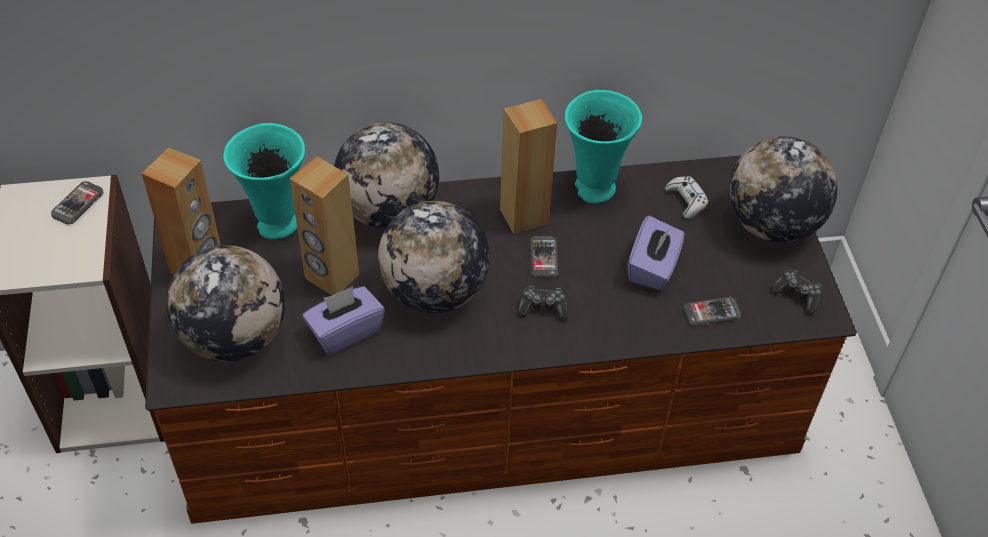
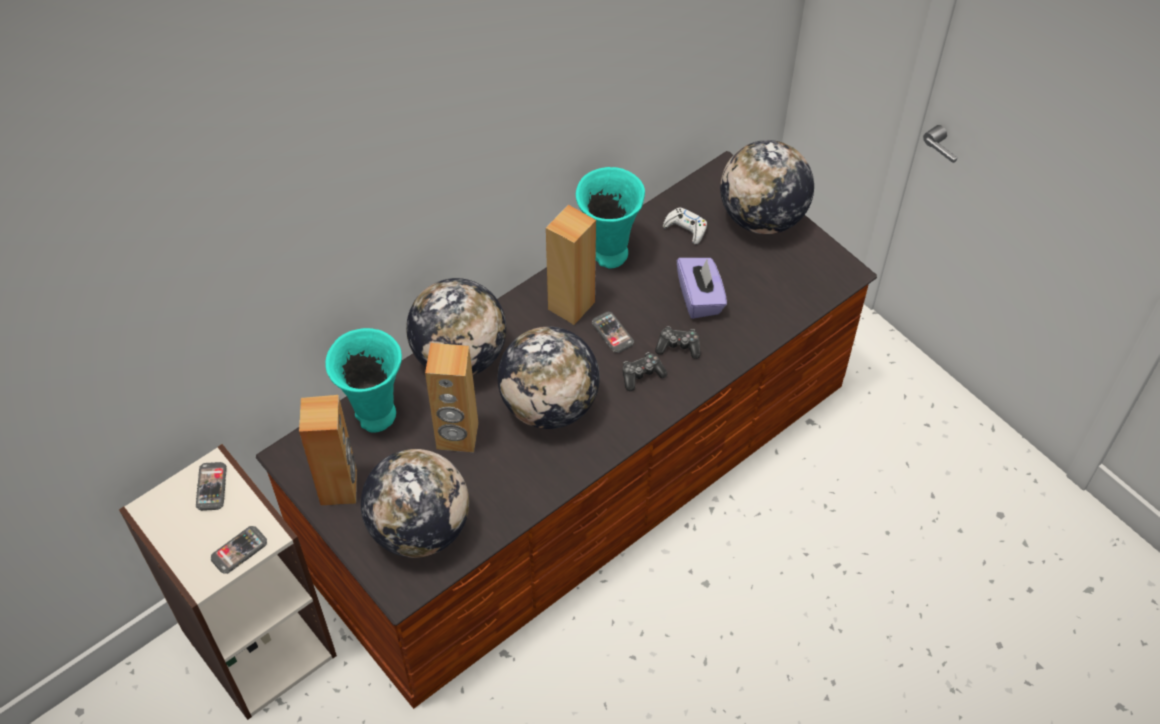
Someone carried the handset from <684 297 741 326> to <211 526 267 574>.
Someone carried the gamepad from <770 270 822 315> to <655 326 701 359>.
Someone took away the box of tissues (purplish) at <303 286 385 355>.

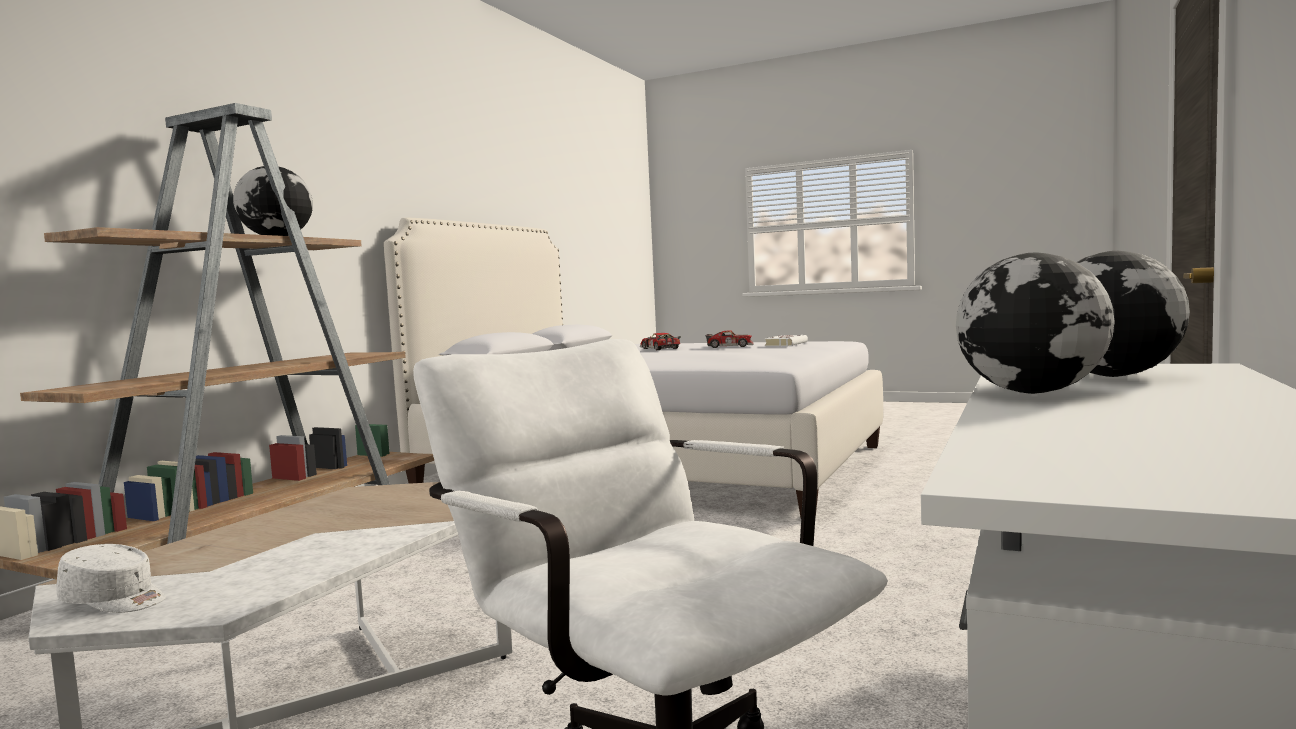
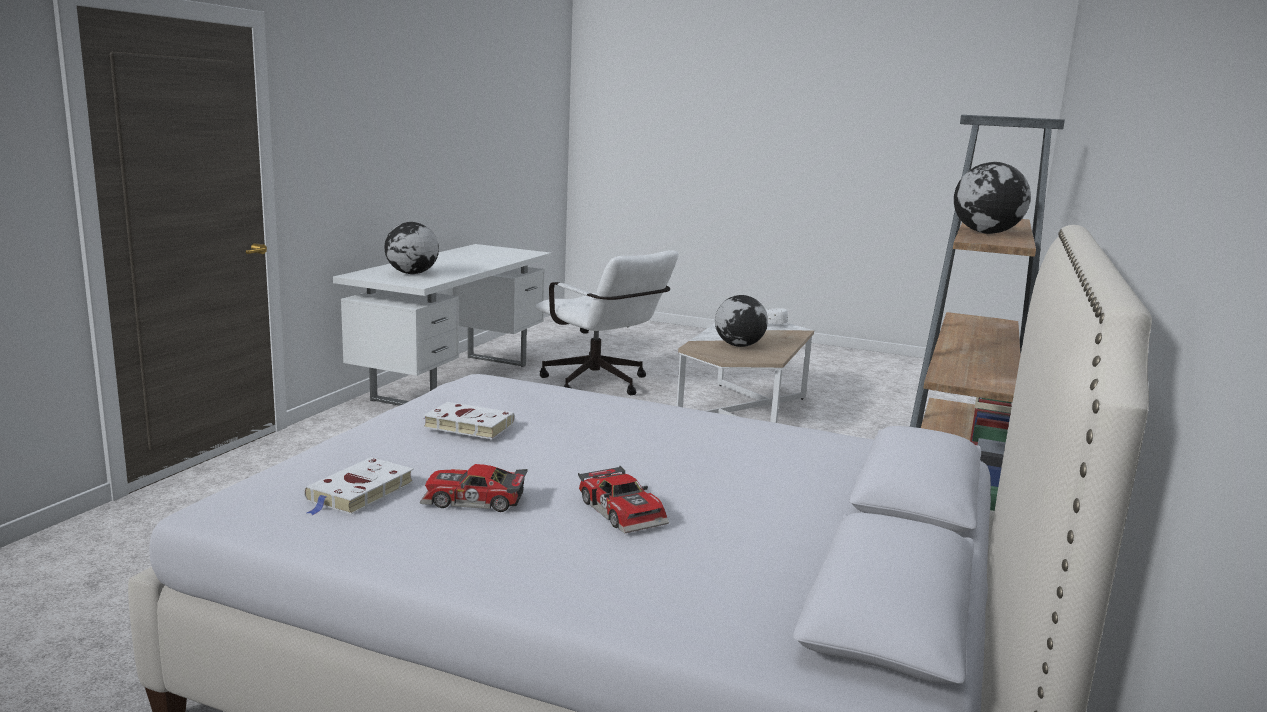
Someone put down the bound book (whitish) at <423 402 515 439>.
Someone carried the globe from <956 252 1115 394> to <715 295 768 347>.

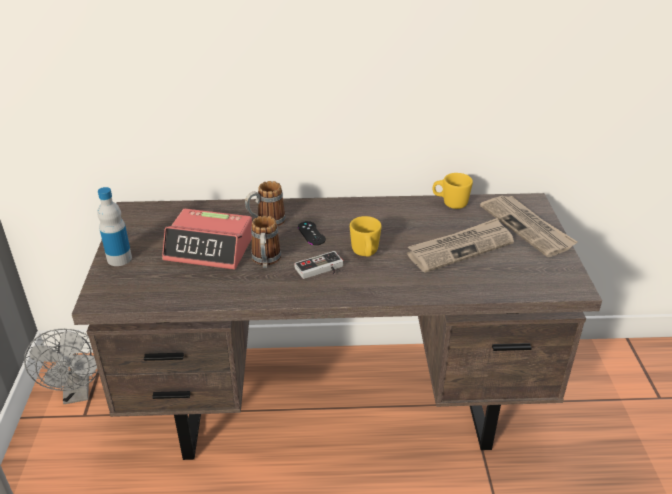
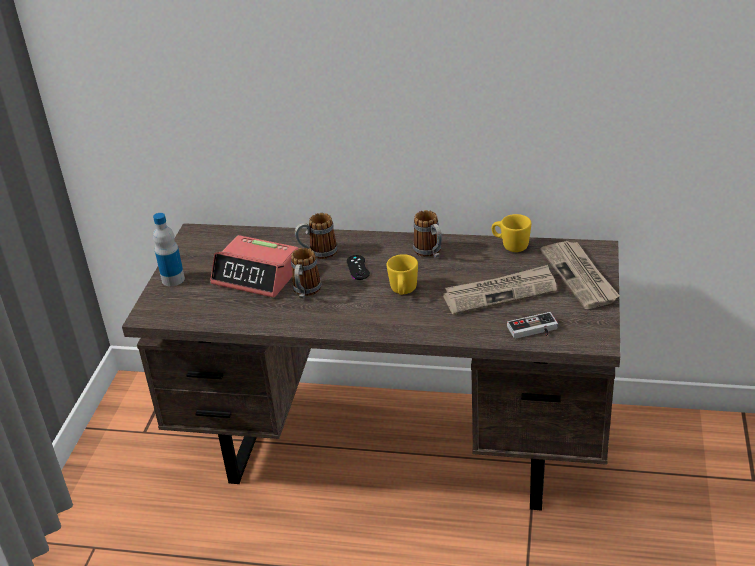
Someone put down the coffee mug at <413 210 442 258>.
Someone carried the gamepad from <294 251 343 279> to <507 312 558 339>.
Someone took away the electric fan (grey) at <24 329 99 404>.

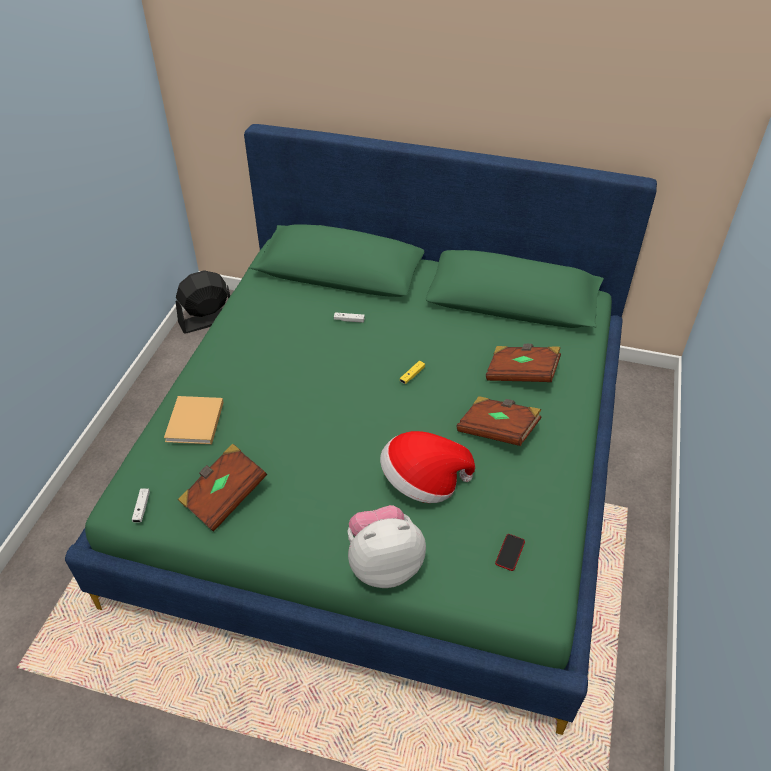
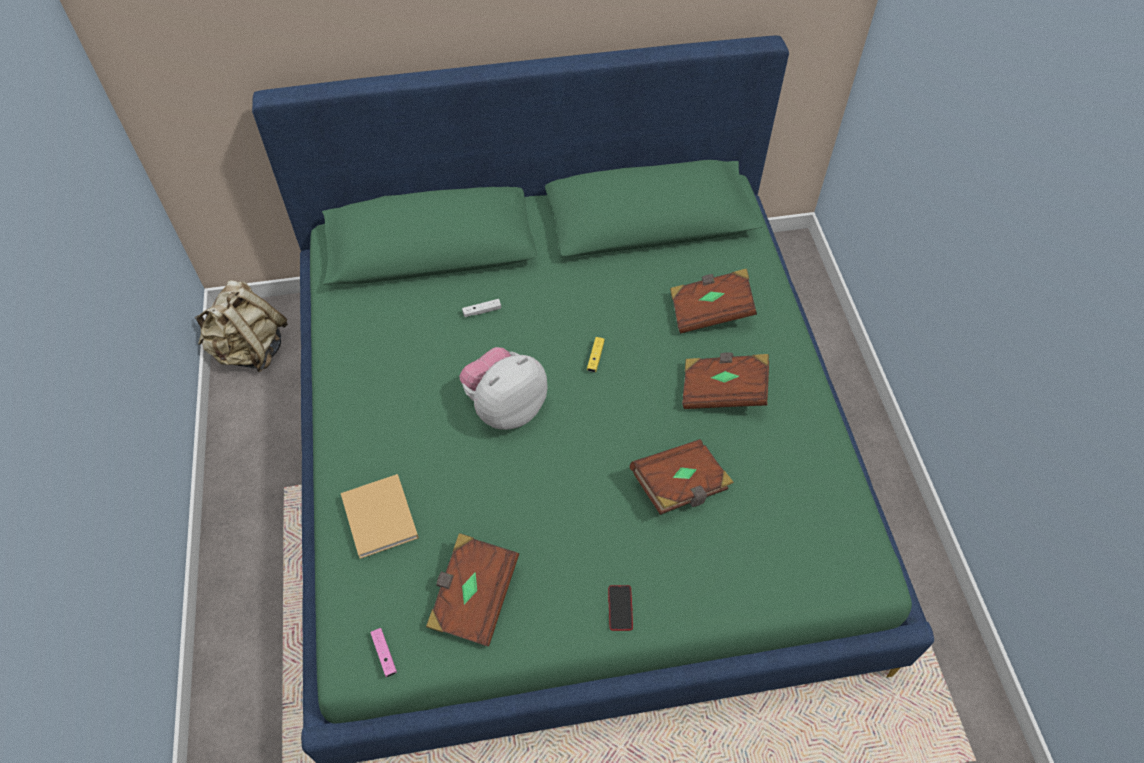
Someone swapped the electric fan (black) at <175 270 230 333> for the backpack (sand-coloured) at <195 280 288 372>.
Someone repainted the gamepad (whitish) at <132 488 150 523>, which became the gamepad (pinkish) at <370 628 397 677>.
Someone carried the cuddly toy from <347 505 426 588> to <459 347 548 430>.
Someone carried the handset from <495 534 525 571> to <608 585 633 631>.
Someone swapped the clothing hat at <380 431 475 503> for the bound book (brown) at <630 439 734 515>.

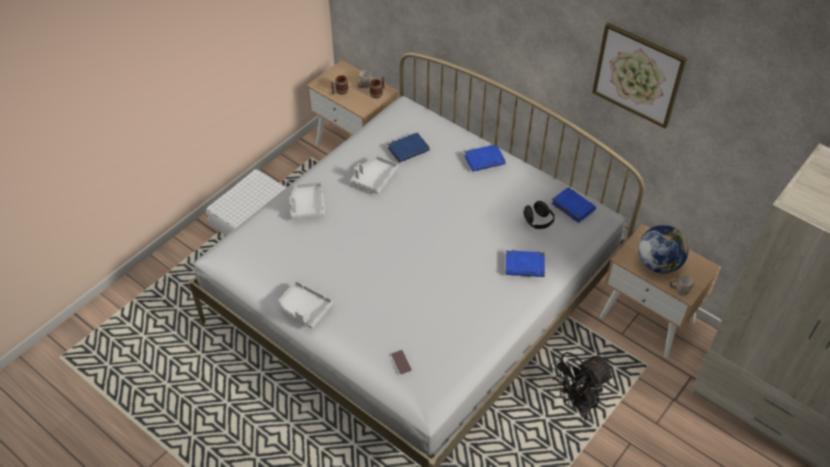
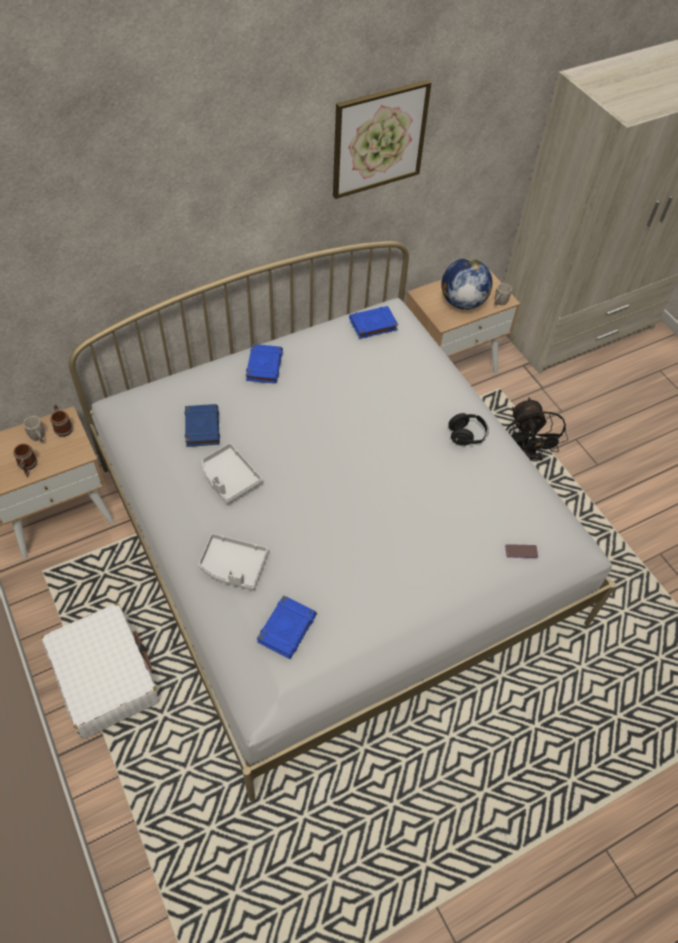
Someone carried the bound book (blue) from <506 250 545 277> to <257 595 317 659>.
Someone carried the headset (black) from <523 201 555 229> to <448 413 489 446>.
Someone took away the tray (grey) at <278 281 333 328>.

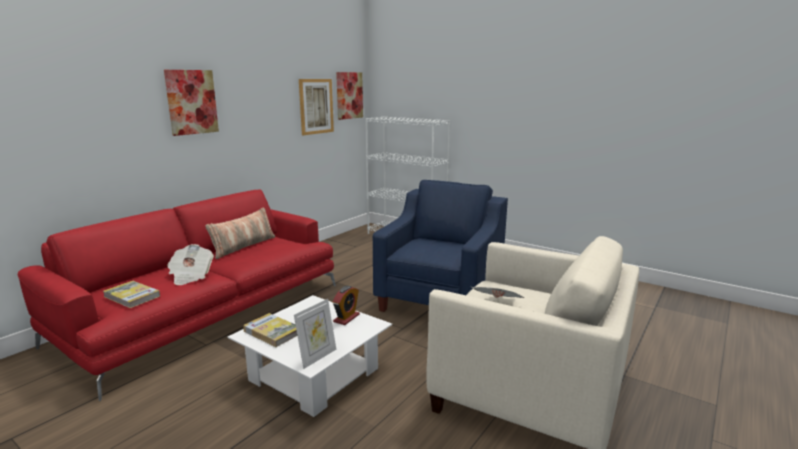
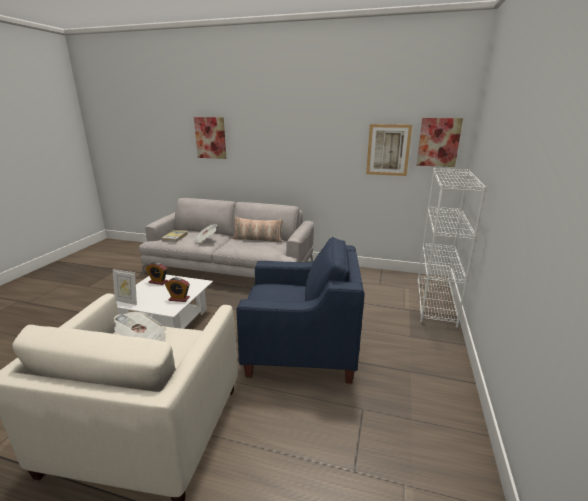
Someone repainted the sofa (reddish) at <18 190 336 401>, which became the sofa (grey) at <139 198 314 278>.
Someone swapped the bound book at <243 313 297 347> for the table clock at <146 262 168 285>.
Someone carried the picture from <164 70 219 136> to <194 117 226 159>.

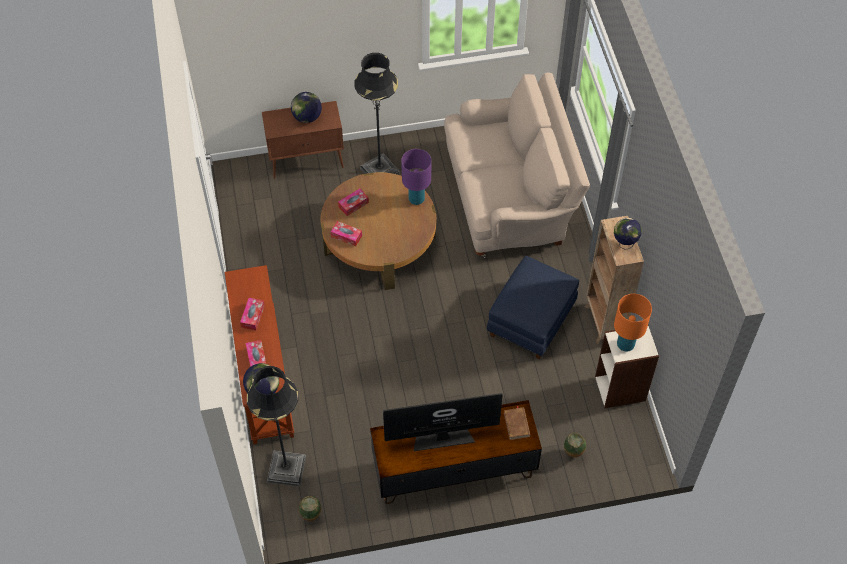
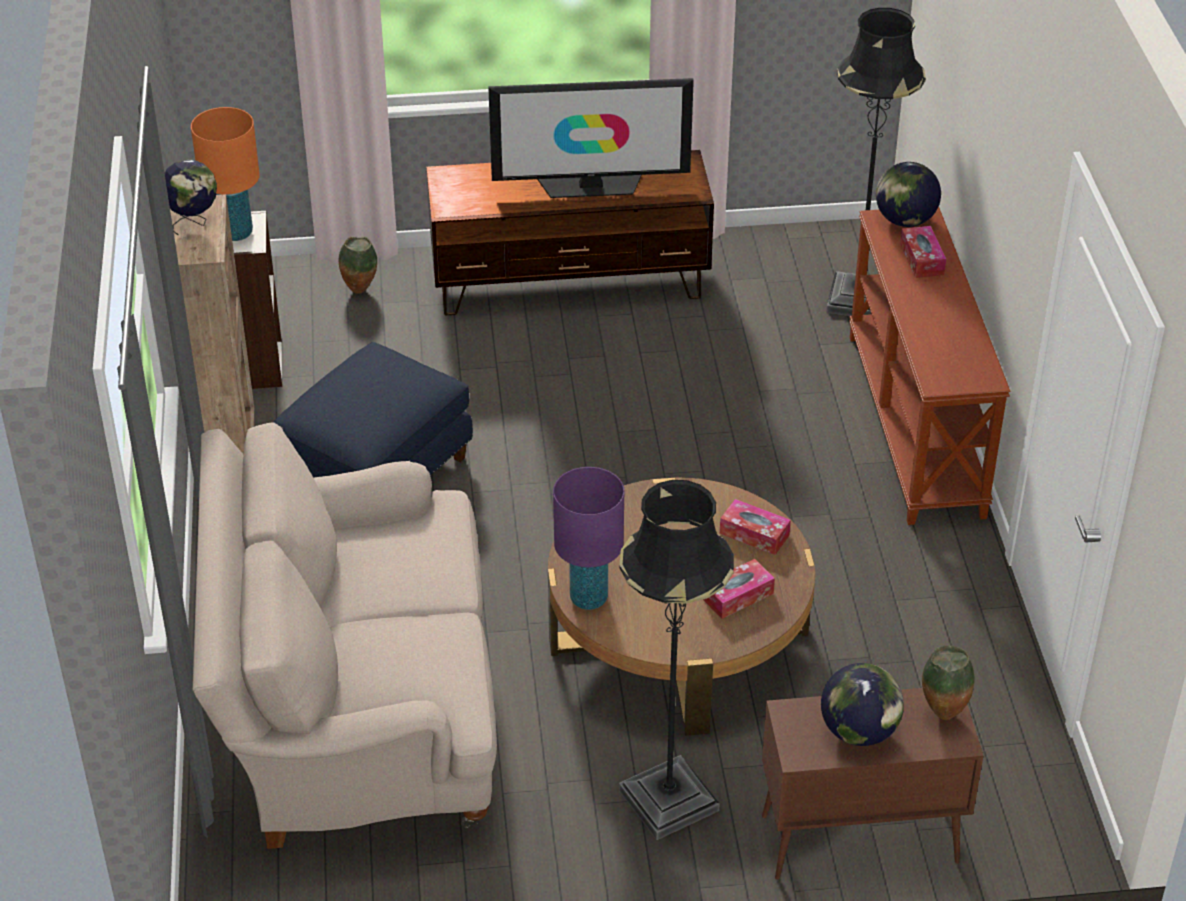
Someone carried the flower vase from <299 496 321 521> to <922 645 975 720>.
Someone took away the box of tissues at <240 298 265 330>.
Someone took away the bound book (brown) at <504 406 530 440>.

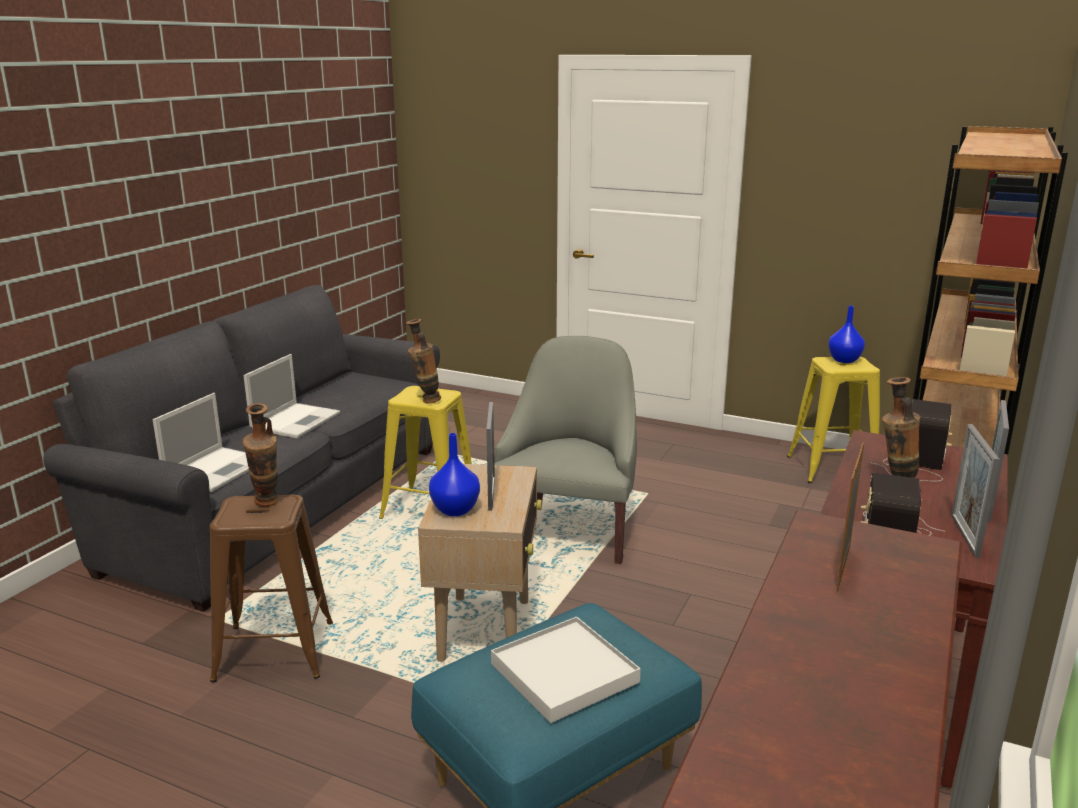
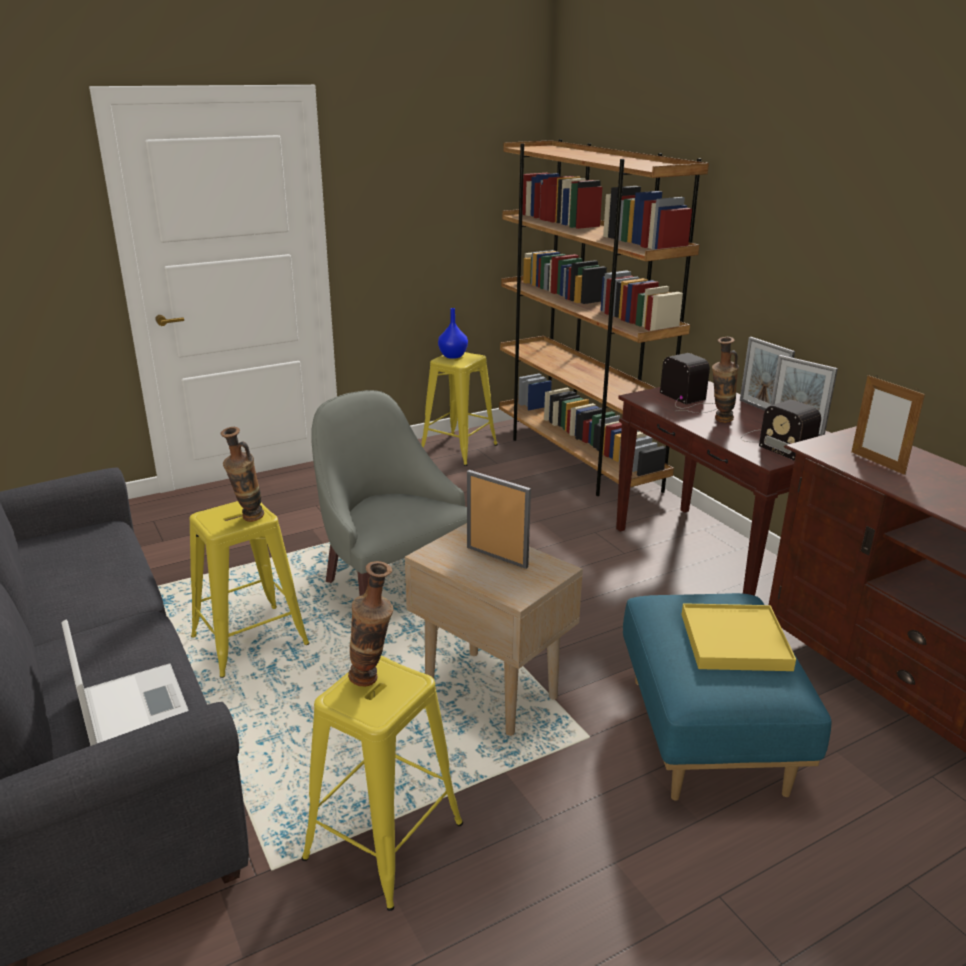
Someone repainted the stool (brown) at <210 495 333 682>, which became the stool (yellow-coloured) at <302 655 463 911>.
Someone repainted the tray (whitish) at <491 617 641 723>, which became the tray (yellow-coloured) at <682 603 796 671>.
Someone took away the portable computer at <244 354 340 438>.
Someone took away the flower vase (blue) at <429 433 480 516>.

